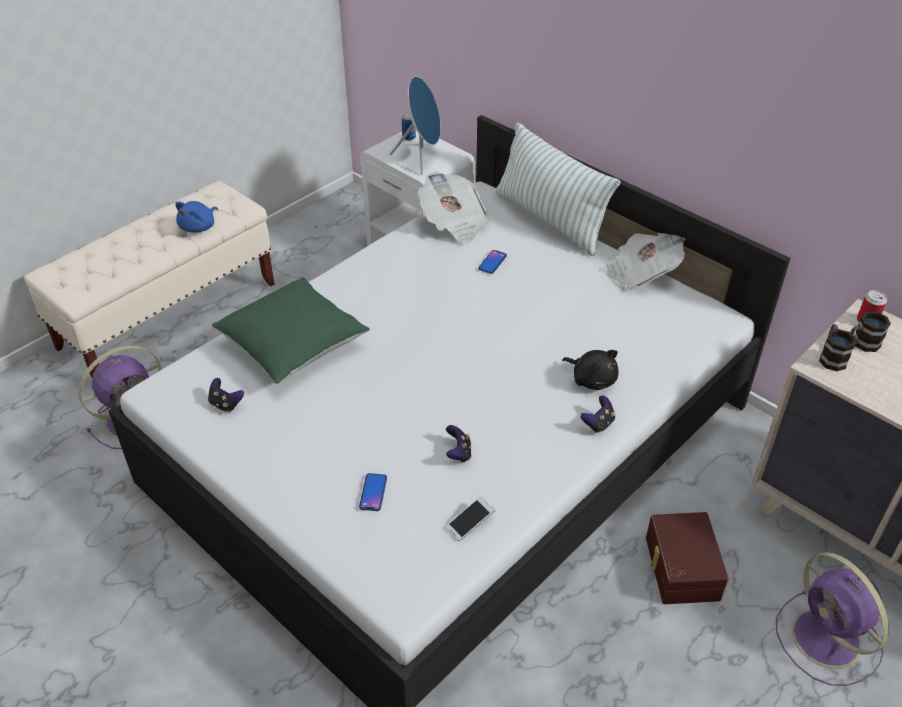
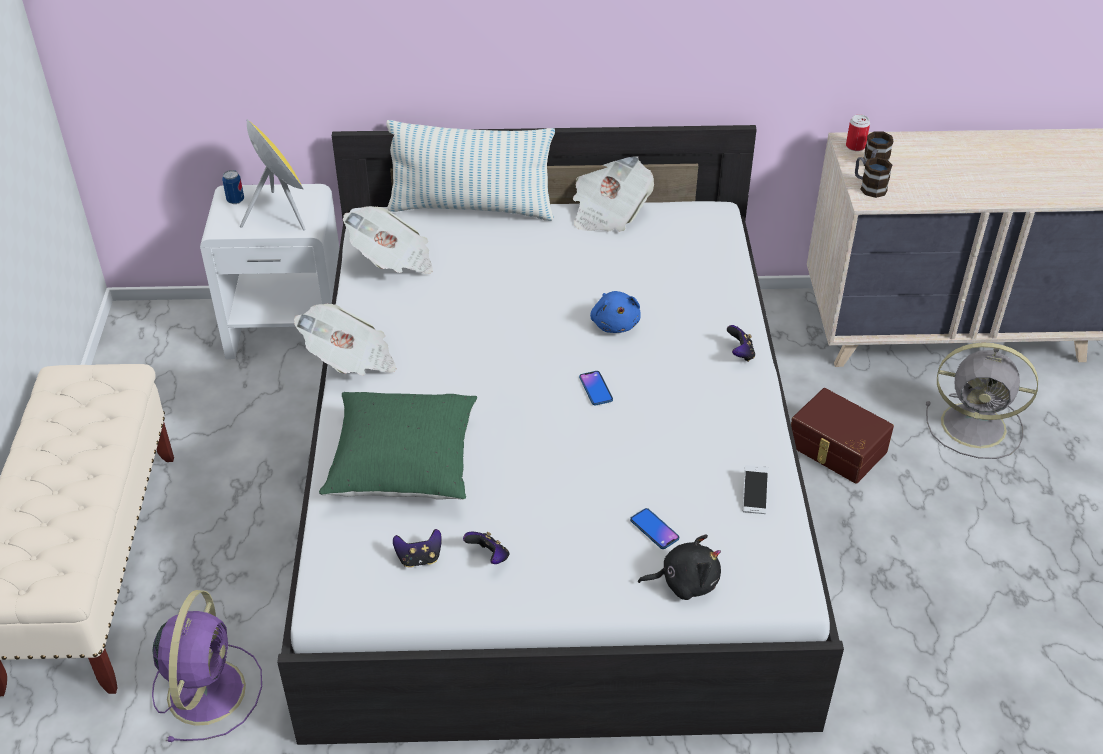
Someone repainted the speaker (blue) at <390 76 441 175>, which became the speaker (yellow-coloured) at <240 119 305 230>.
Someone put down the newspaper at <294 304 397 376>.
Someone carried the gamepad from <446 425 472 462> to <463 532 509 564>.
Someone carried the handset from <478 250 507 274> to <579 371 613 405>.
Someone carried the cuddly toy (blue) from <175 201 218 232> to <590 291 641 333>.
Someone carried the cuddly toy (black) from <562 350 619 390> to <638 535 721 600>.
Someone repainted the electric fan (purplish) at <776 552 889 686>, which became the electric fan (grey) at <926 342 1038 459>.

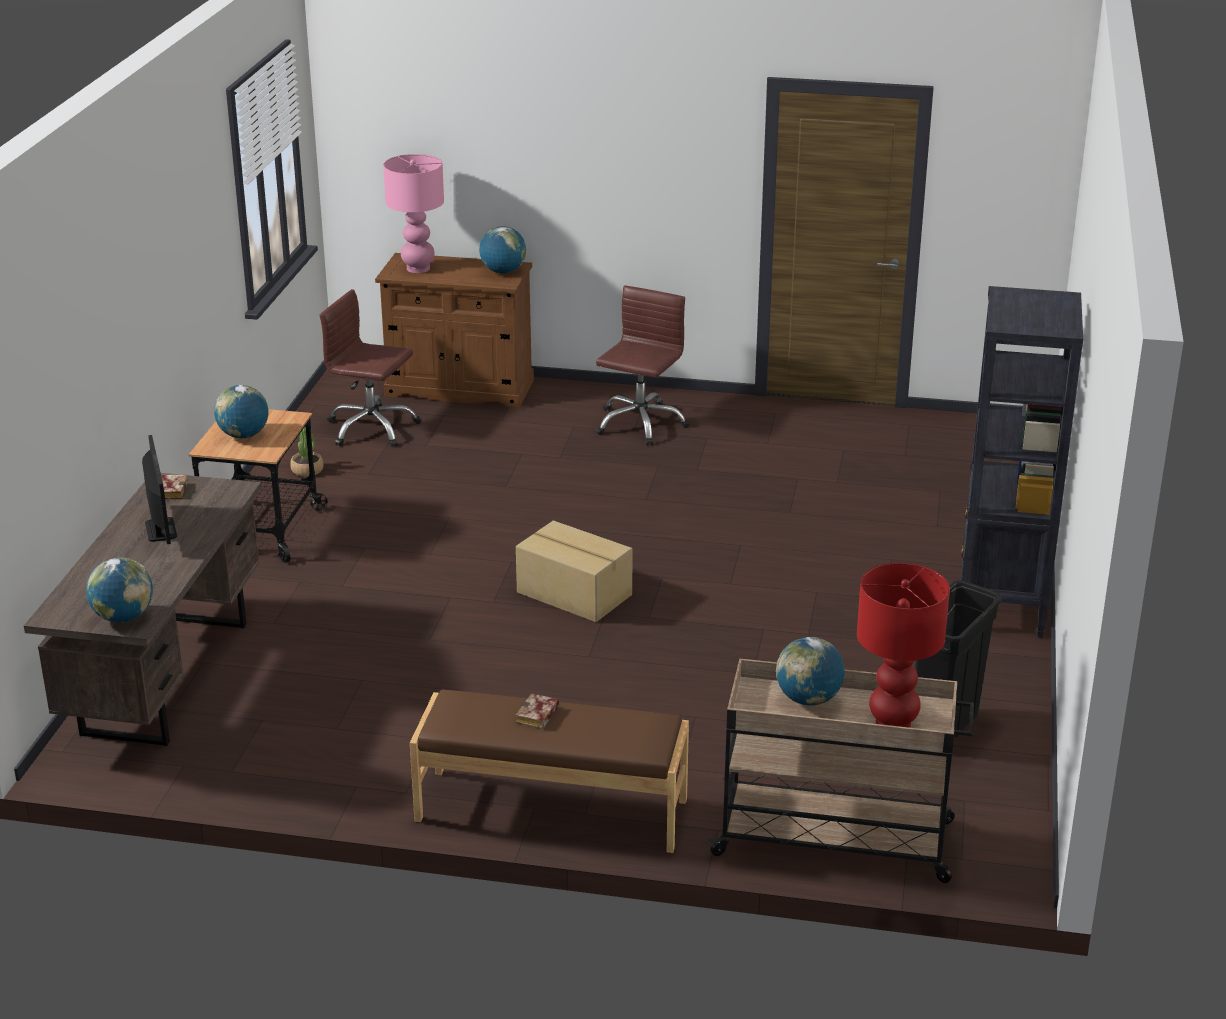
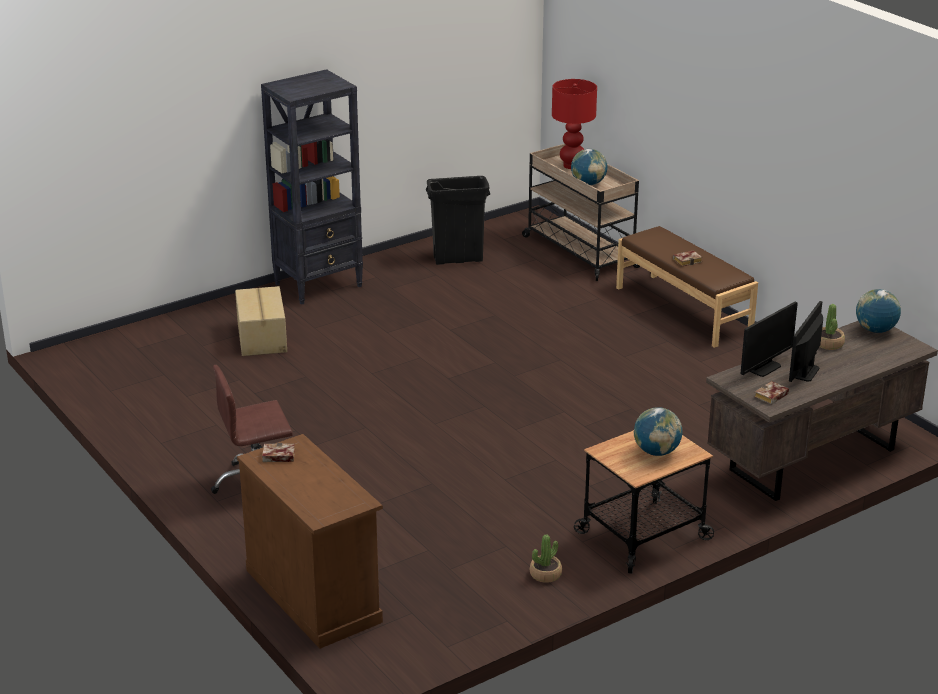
Someone carried the carton from <516 521 633 622> to <235 286 287 356>.
Someone swapped the globe at <479 226 526 274> for the bound book at <262 443 295 462>.
Someone put down the computer display at <740 302 798 377>.
Someone put down the potted plant at <820 304 845 350>.
Someone took away the desk chair (brown) at <320 289 421 447>.
Someone took away the table lamp (pinkish) at <383 154 444 273>.

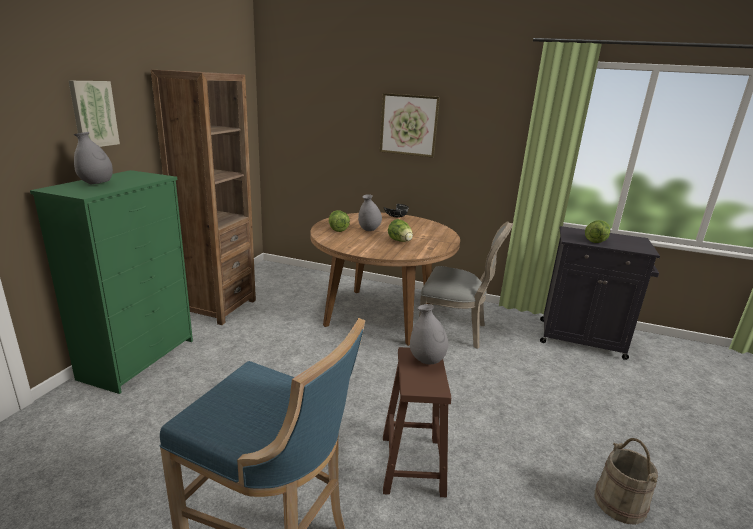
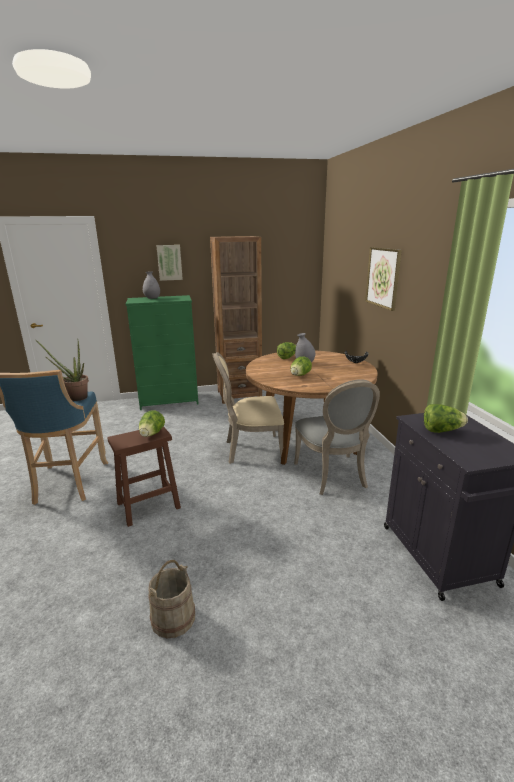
Someone put down the potted plant at <36 340 89 401>.
Someone swapped the flower vase (grey) at <410 304 448 364> for the lettuce at <139 410 165 437>.
Someone put down the chair (sand-coloured) at <212 352 284 464>.

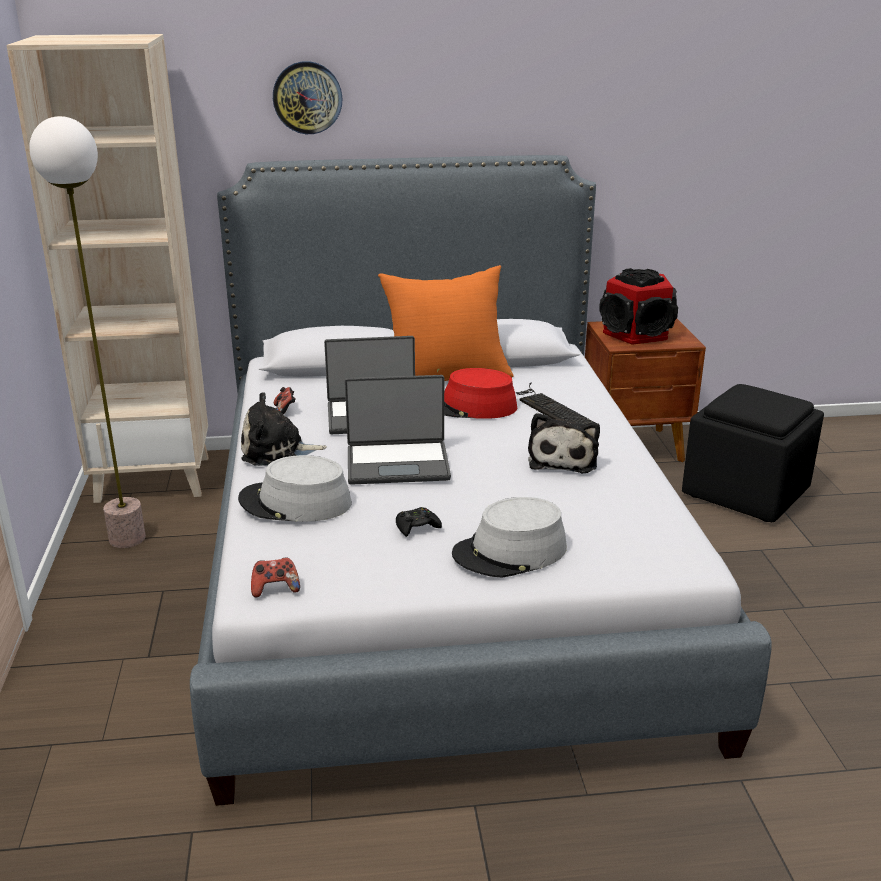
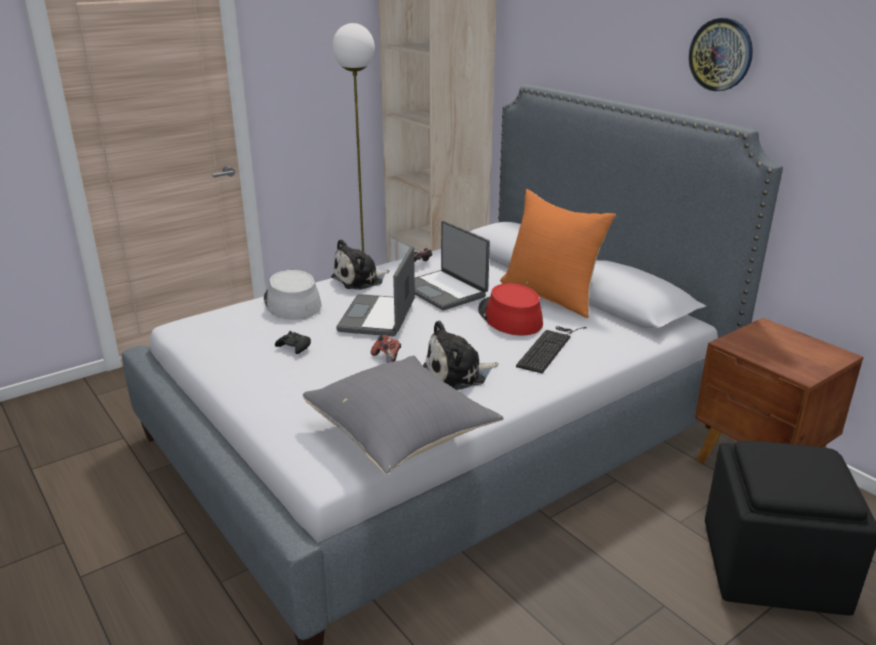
Someone put down the cushion (grey) at <303 355 504 475>.
Someone rotated the cuddly toy at <241 392 327 466> by 90 degrees counterclockwise.
Someone rotated the portable computer at <345 375 451 485> by 45 degrees clockwise.
Someone carried the gamepad from <251 558 300 598> to <371 335 401 363>.
Someone carried the hanging clock from <273 61 342 134> to <689 18 753 91>.
Someone took away the clothing hat (grey) at <452 497 567 577>.
Someone took away the speaker at <599 268 678 345>.

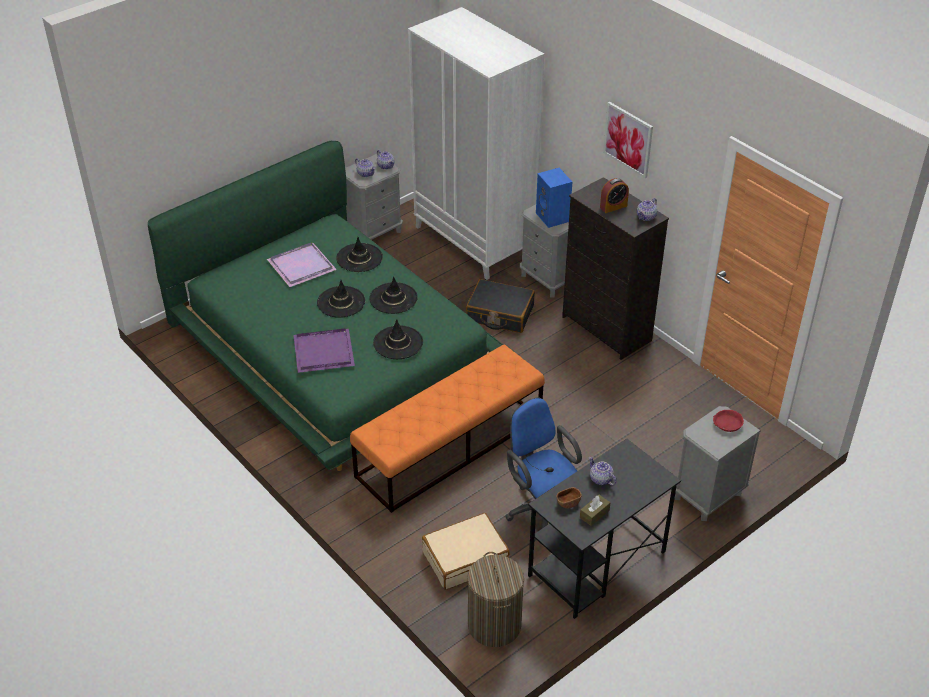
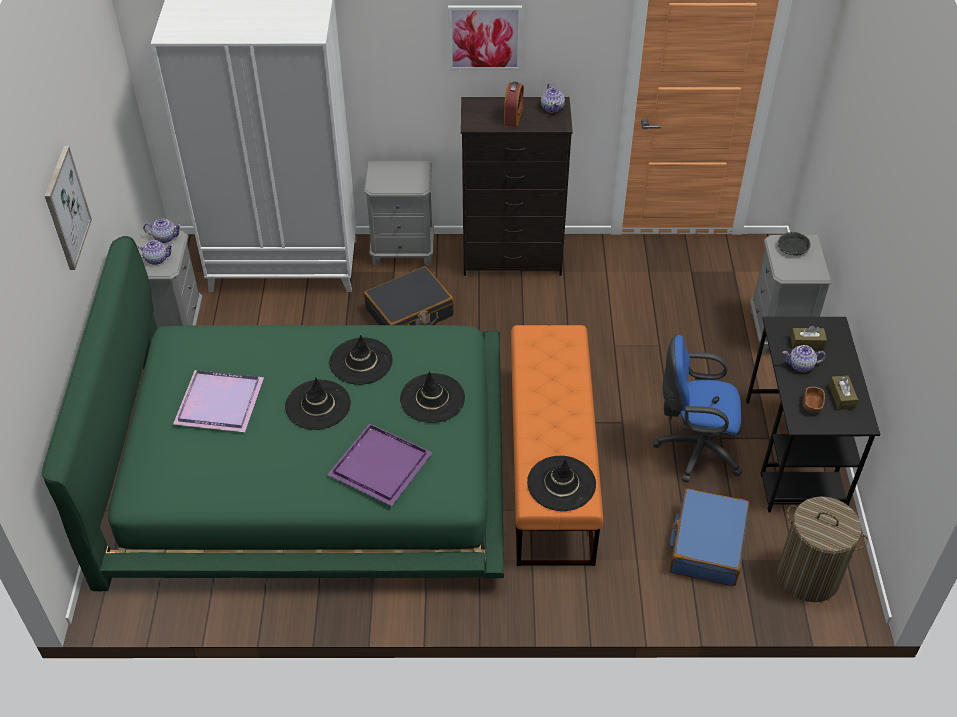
Someone put up the picture at <45 146 92 270>.
Someone carried the clothing hat (black) from <336 237 383 272> to <527 456 596 511>.
Someone repainted the travel case (sand-coloured) at <422 513 509 590>, which became the travel case (blue) at <670 488 750 586>.
Someone repainted the deep dish (reddish) at <713 410 744 432>, which became the deep dish (grey) at <778 232 811 256>.
Someone put down the box of tissues (brown) at <790 326 827 349>.
Someone took away the speaker (blue) at <536 168 572 228>.

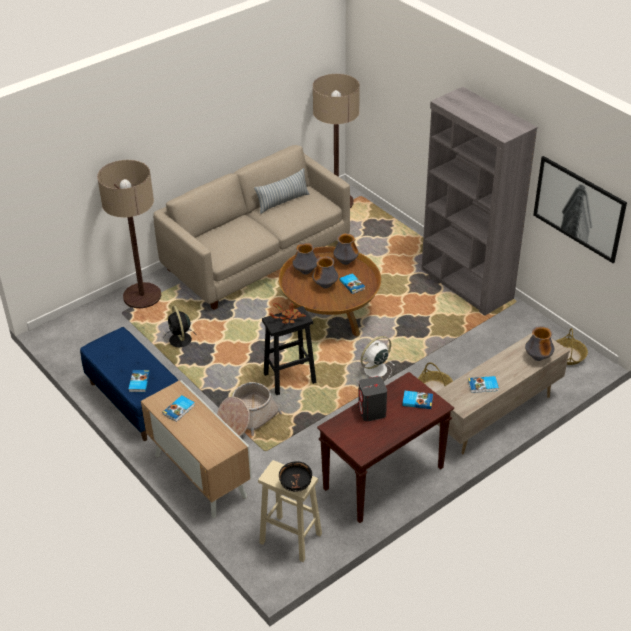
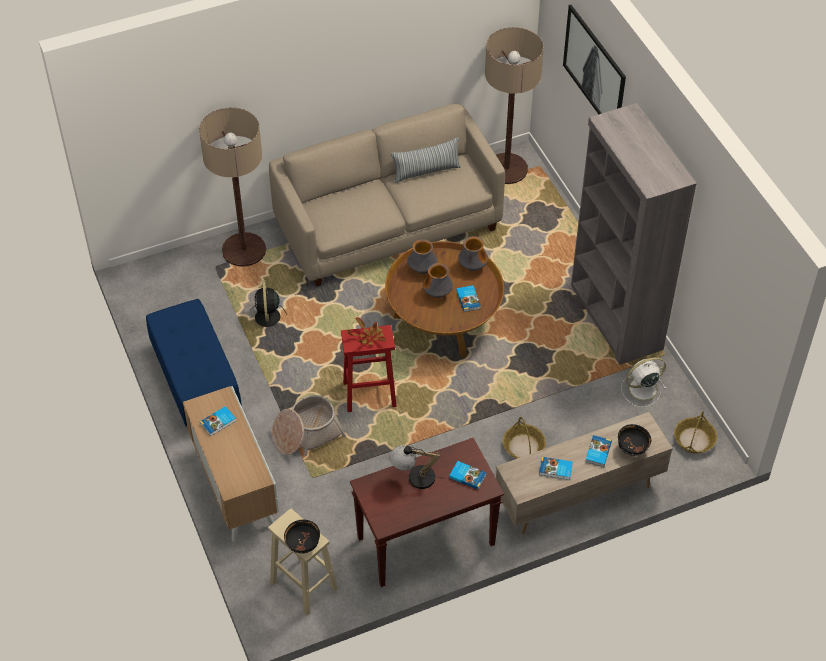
Someone repainted the stool (black) at <262 306 316 395>, which became the stool (reddish) at <341 325 397 412>.
Someone swapped the speaker (grey) at <358 376 387 422> for the table lamp at <389 445 440 489>.
Someone carried the picture from <533 156 627 263> to <563 5 626 114>.
Someone carried the bound book from <129 370 150 392> to <585 435 612 467>.
Someone swapped the flower vase at <525 326 554 361> for the deep dish (black) at <618 424 651 456>.
Someone carried the electric fan (whitish) from <361 336 395 382> to <621 357 666 407>.

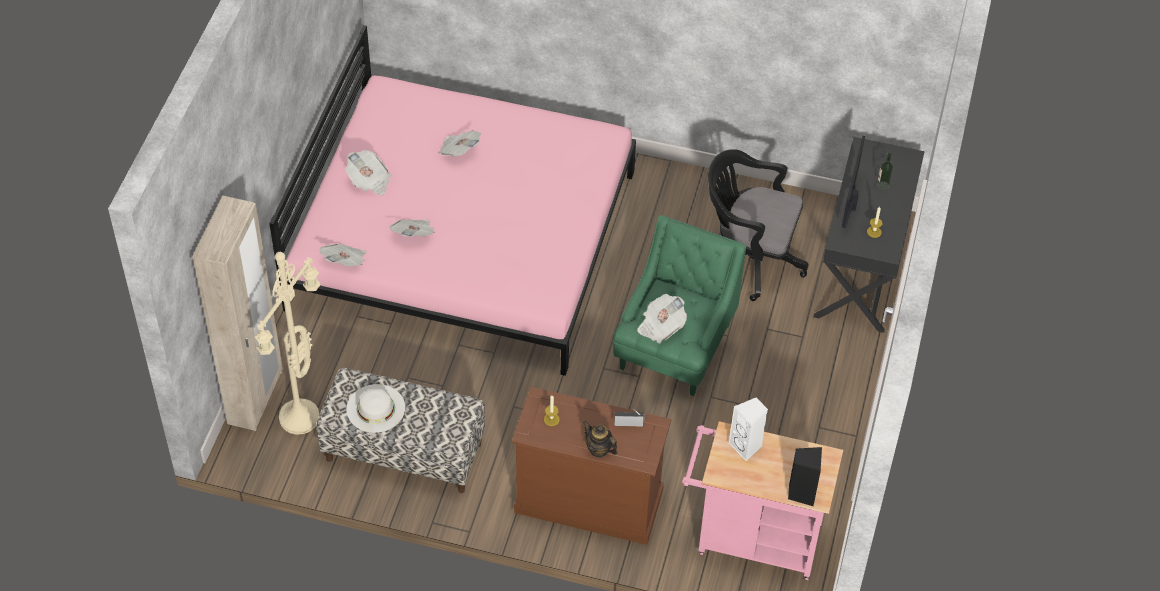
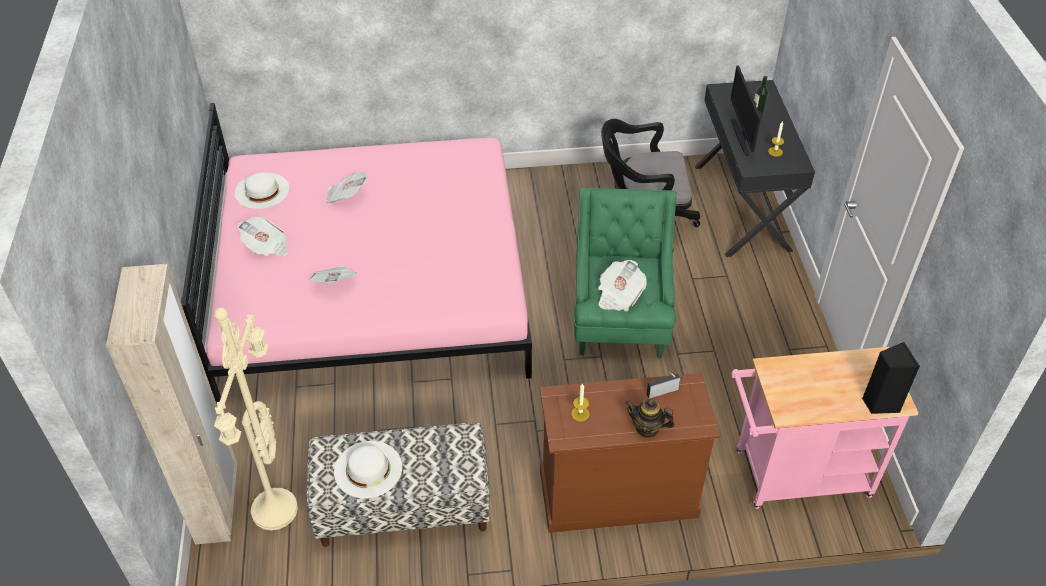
Someone put down the clothing hat (whitish) at <234 172 289 209>.
Someone took away the newspaper at <319 243 367 266>.
Someone took away the speaker (whitish) at <729 397 768 461>.

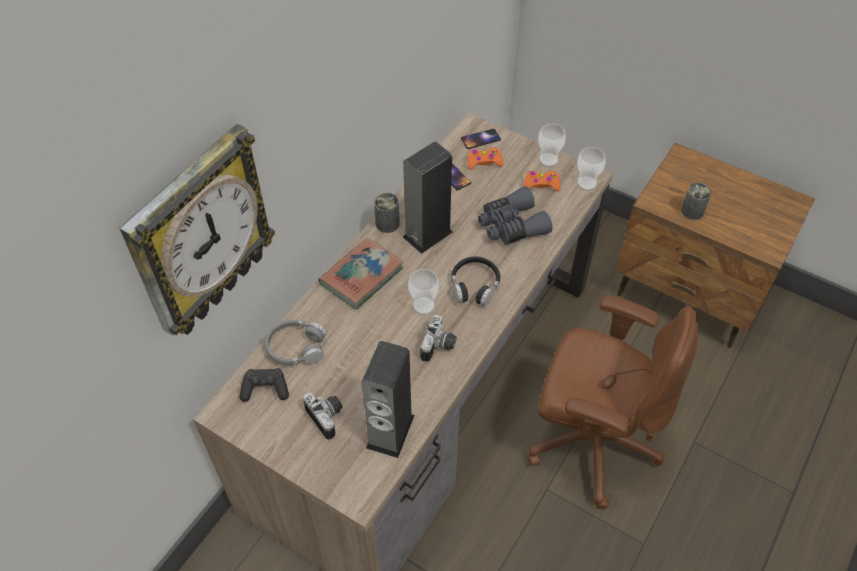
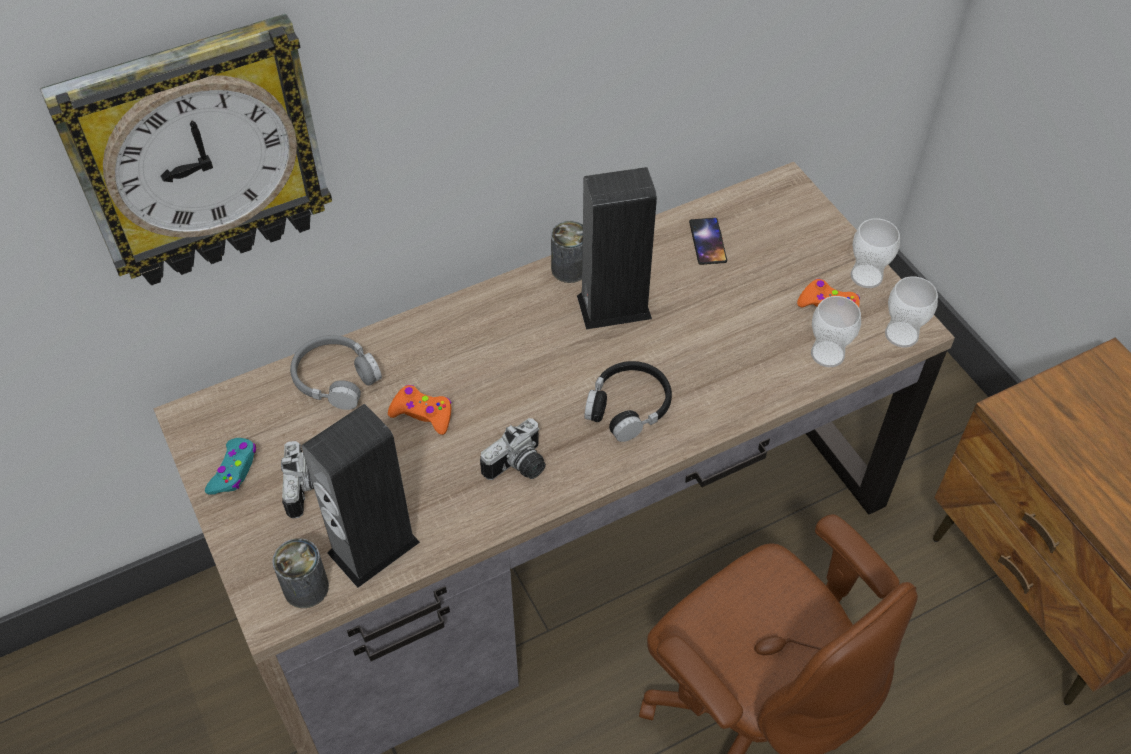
Someone put down the gamepad (blue-green) at <205 438 256 495>.
Someone carried the metal can from <681 183 711 220> to <272 538 329 608>.
Someone carried the gamepad (orange-coloured) from <467 148 503 170> to <388 385 452 435>.
Someone carried the drinking cup from <408 269 439 315> to <811 296 861 367>.
Someone took away the gamepad (black) at <240 368 289 402>.
Someone took away the bound book at <318 237 404 310>.
Someone took away the handset at <461 129 501 149>.
Someone took away the pair of binoculars (grey) at <478 186 553 244>.

